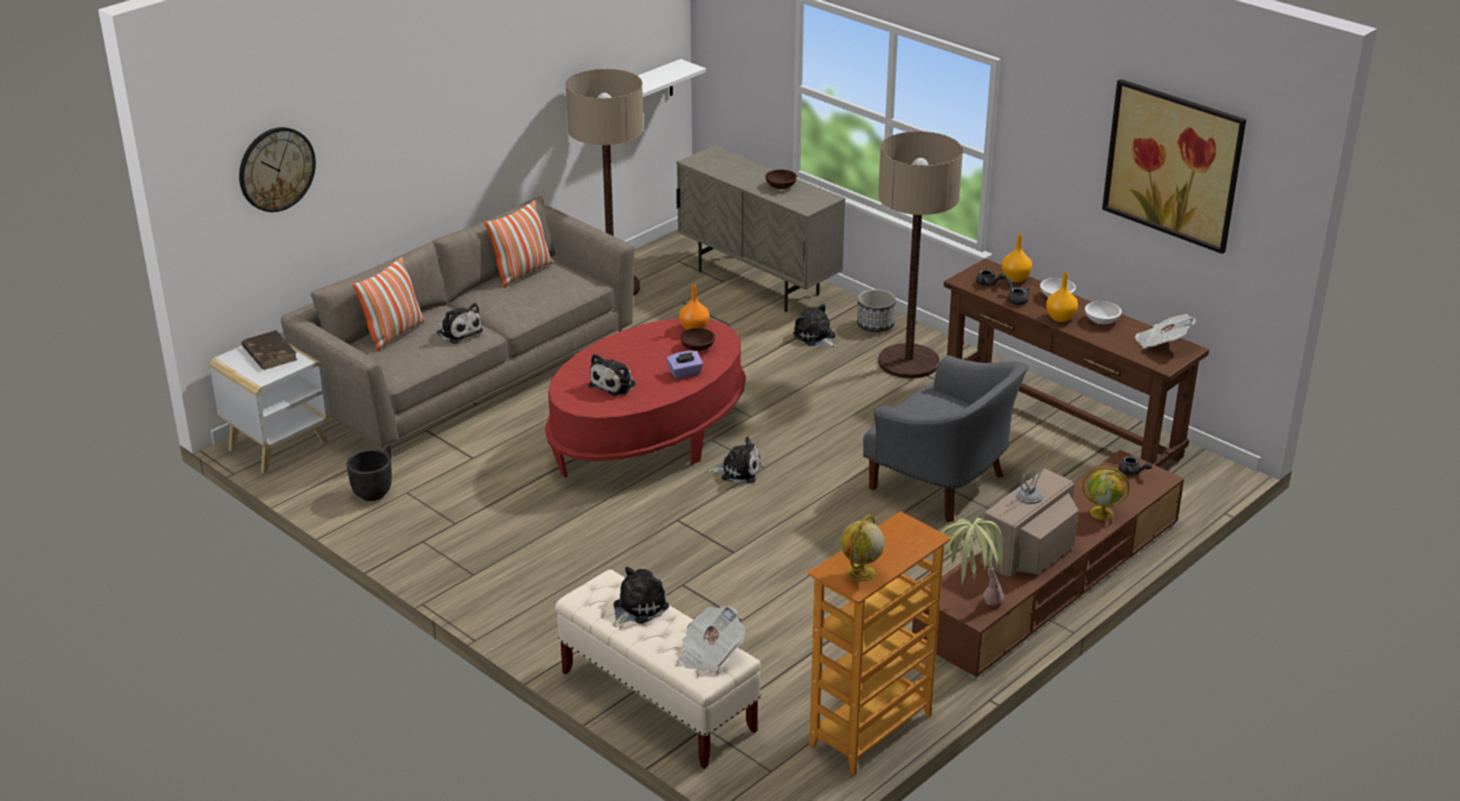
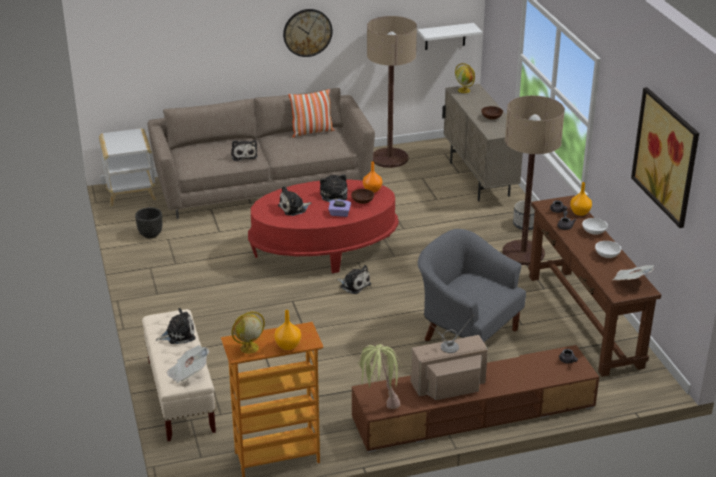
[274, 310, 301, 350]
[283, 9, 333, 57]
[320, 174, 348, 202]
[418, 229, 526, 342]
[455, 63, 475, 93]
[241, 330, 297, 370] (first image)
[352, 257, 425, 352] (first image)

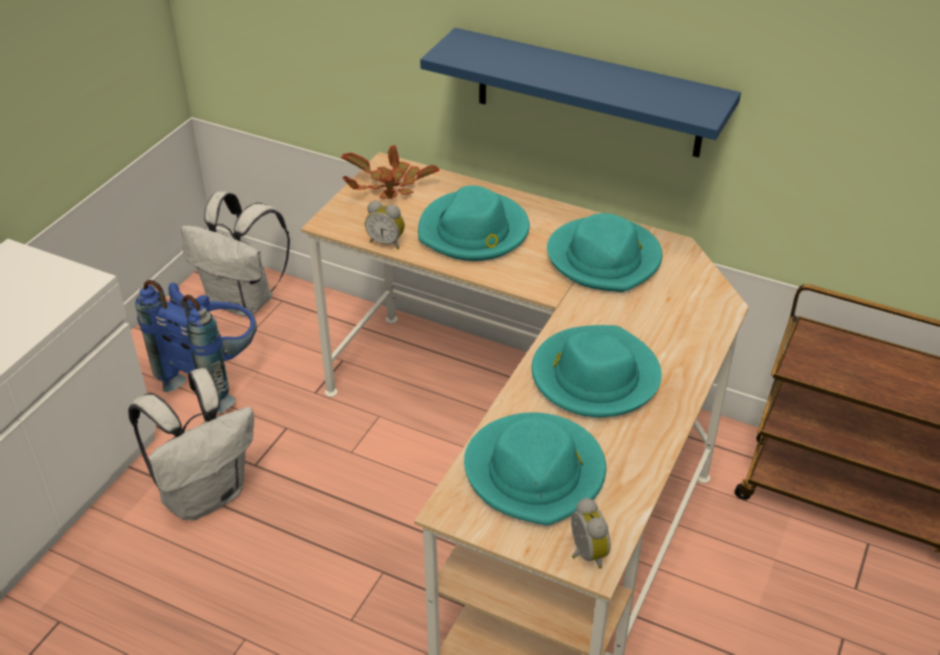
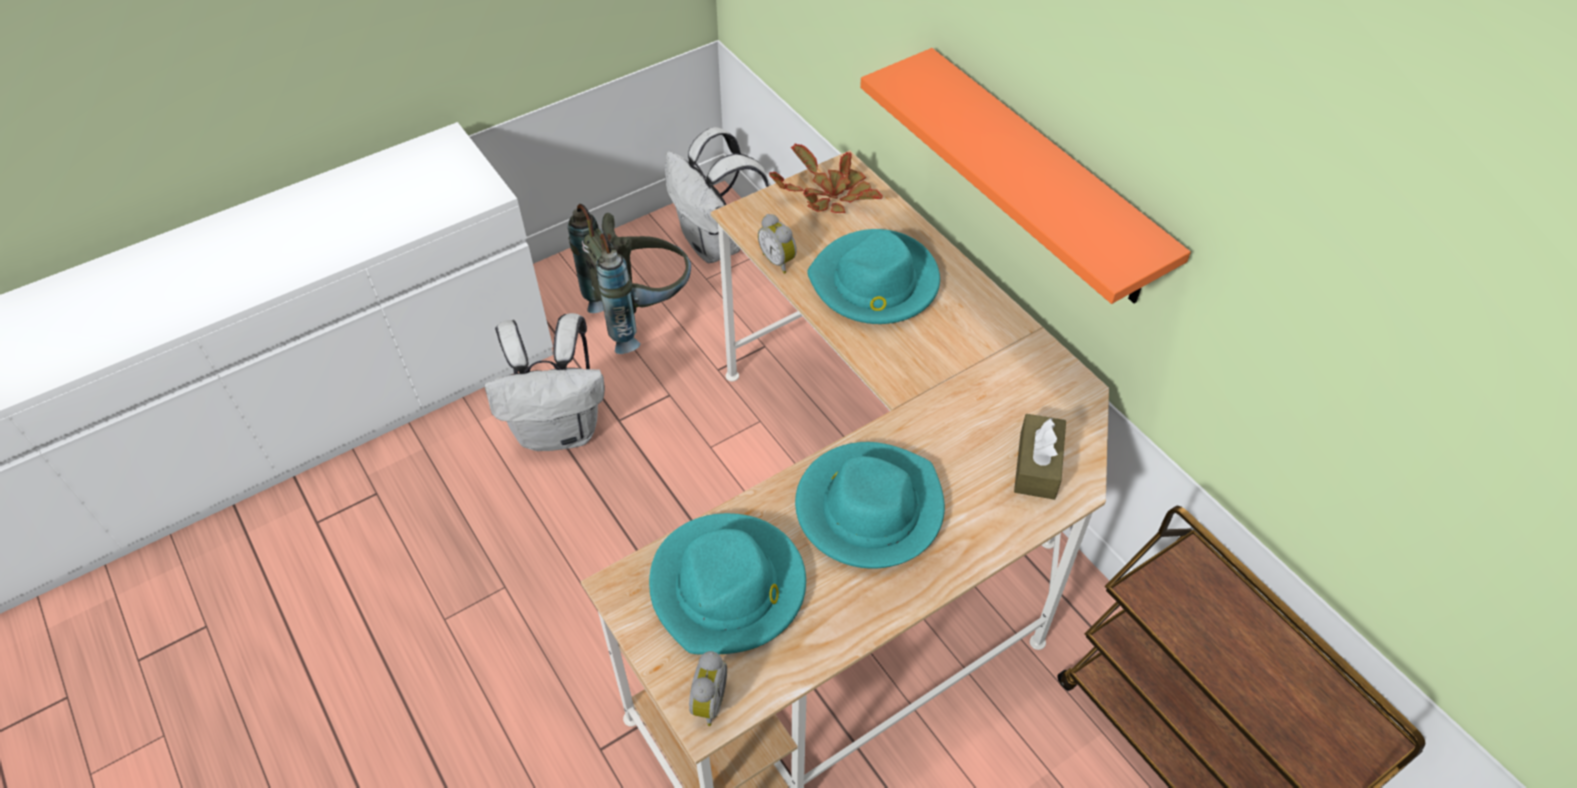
[568, 204, 691, 354]
[860, 48, 1191, 304]
[1014, 414, 1066, 500]
[547, 213, 662, 292] (first image)

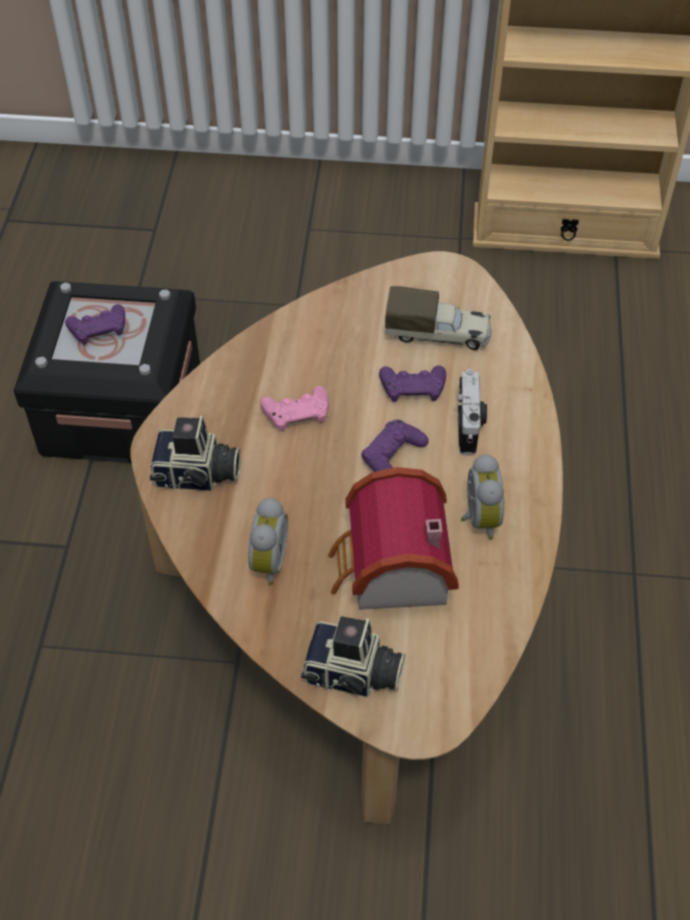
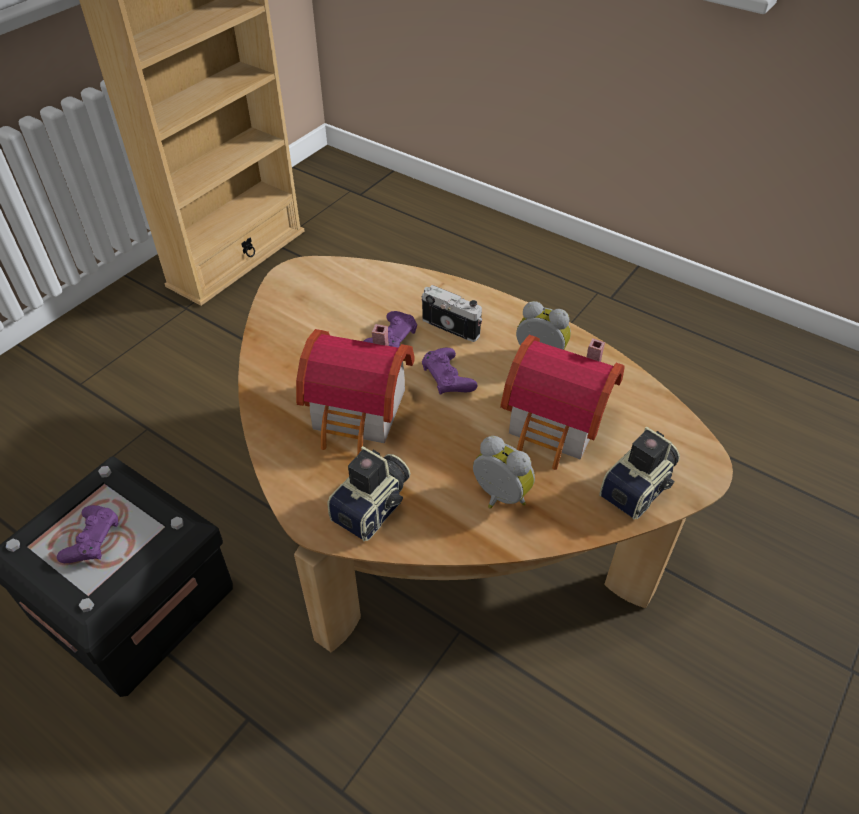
[296, 324, 415, 455]
[385, 286, 492, 350] (first image)

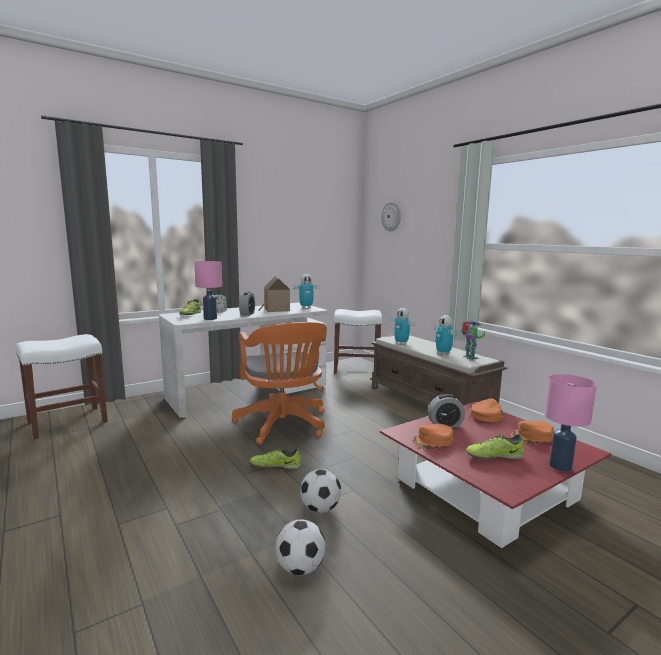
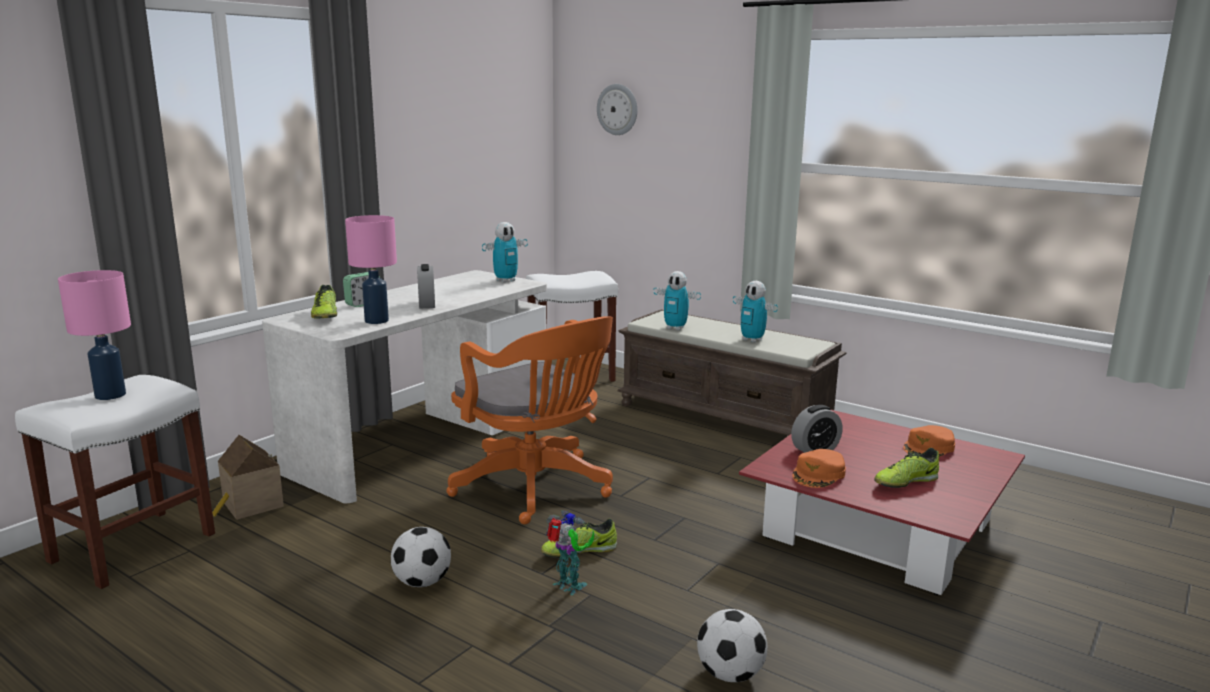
[58, 270, 131, 400]
[212, 435, 284, 520]
[391, 527, 451, 587]
[546, 510, 594, 595]
[470, 398, 504, 422] (first image)

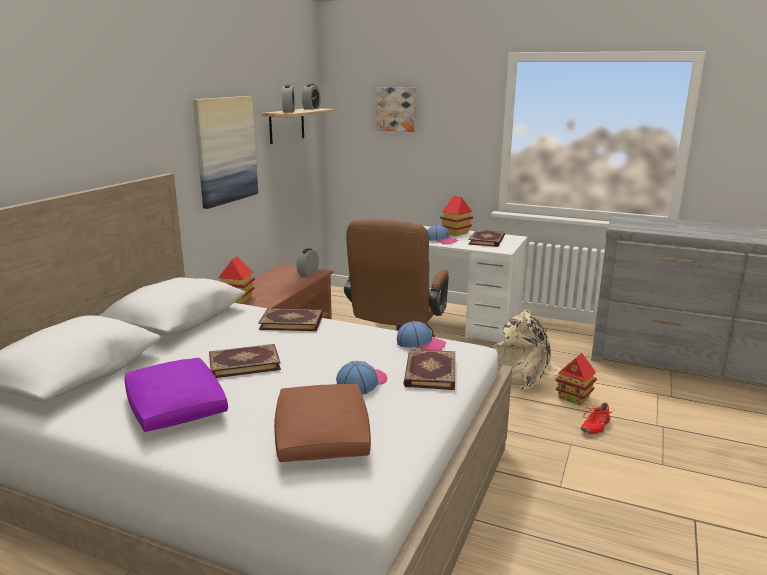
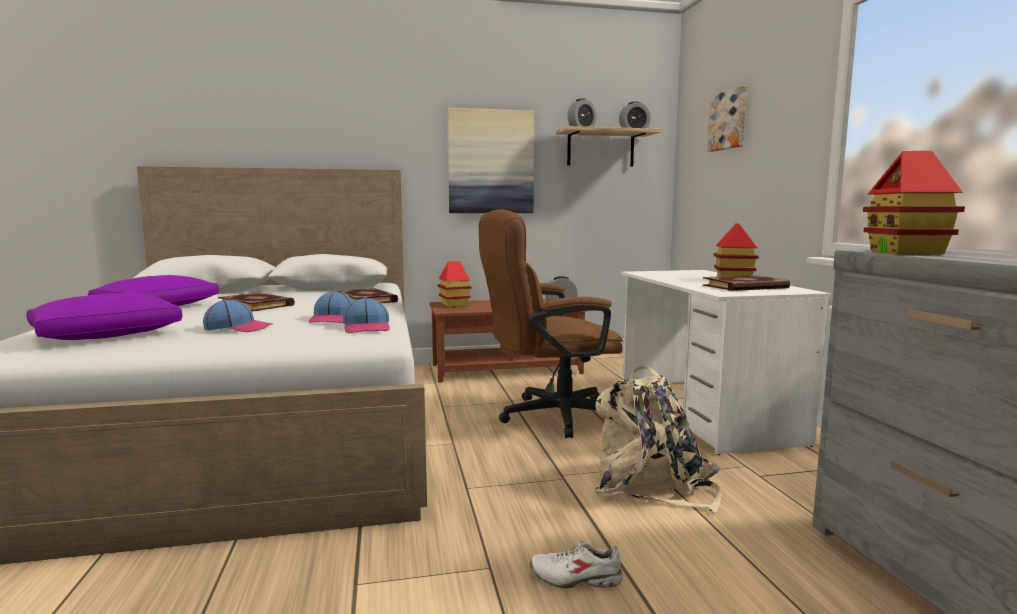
[26, 293, 182, 340]
[308, 291, 354, 323]
[530, 540, 623, 588]
[863, 151, 965, 254]
[404, 349, 455, 390] (first image)

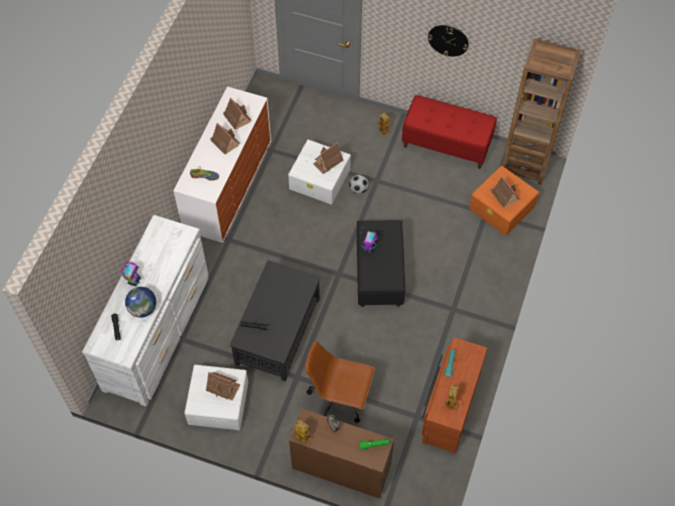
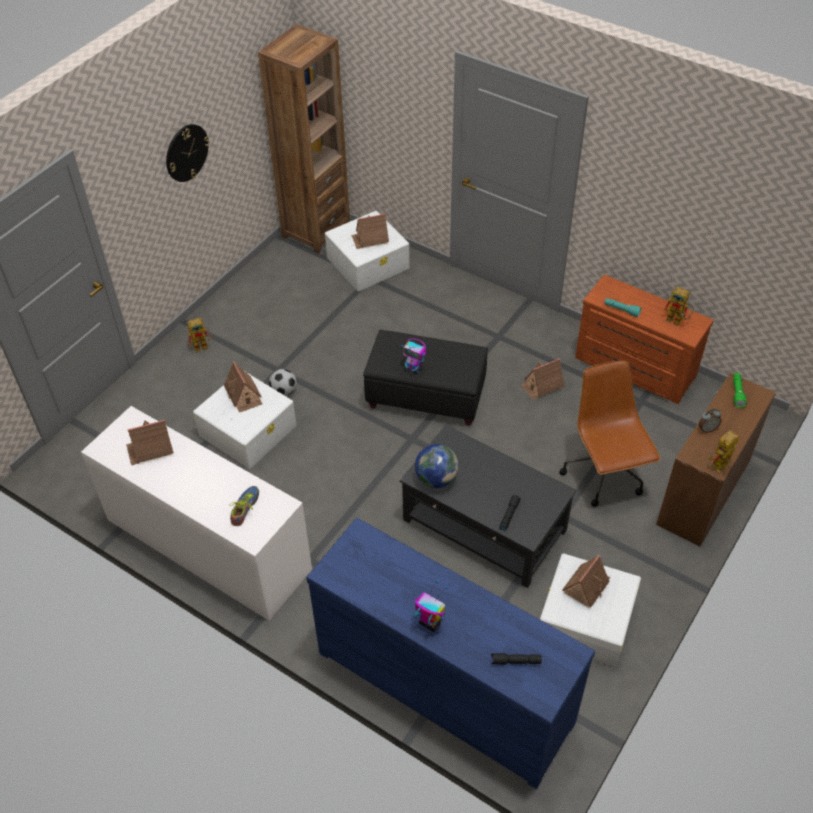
[306, 518, 595, 789]
[325, 211, 409, 292]
[415, 444, 459, 488]
[520, 358, 564, 400]
[559, 361, 661, 507]
[402, 95, 497, 169] (first image)

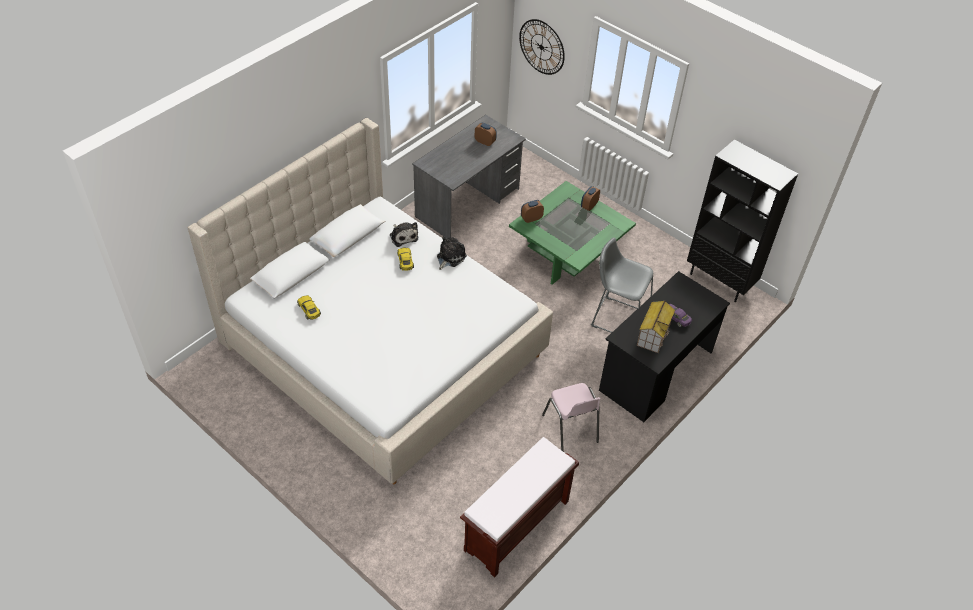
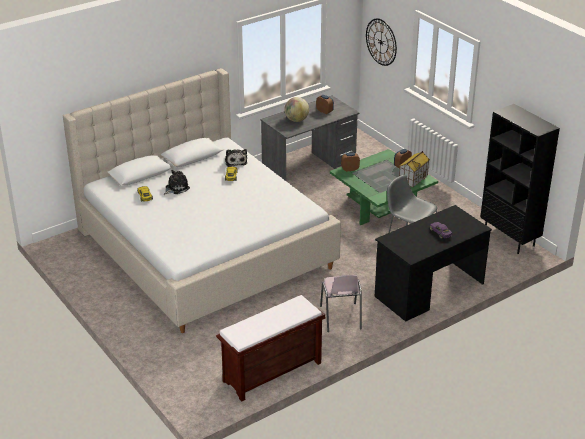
[164, 170, 190, 195]
[284, 97, 309, 122]
[399, 151, 430, 188]

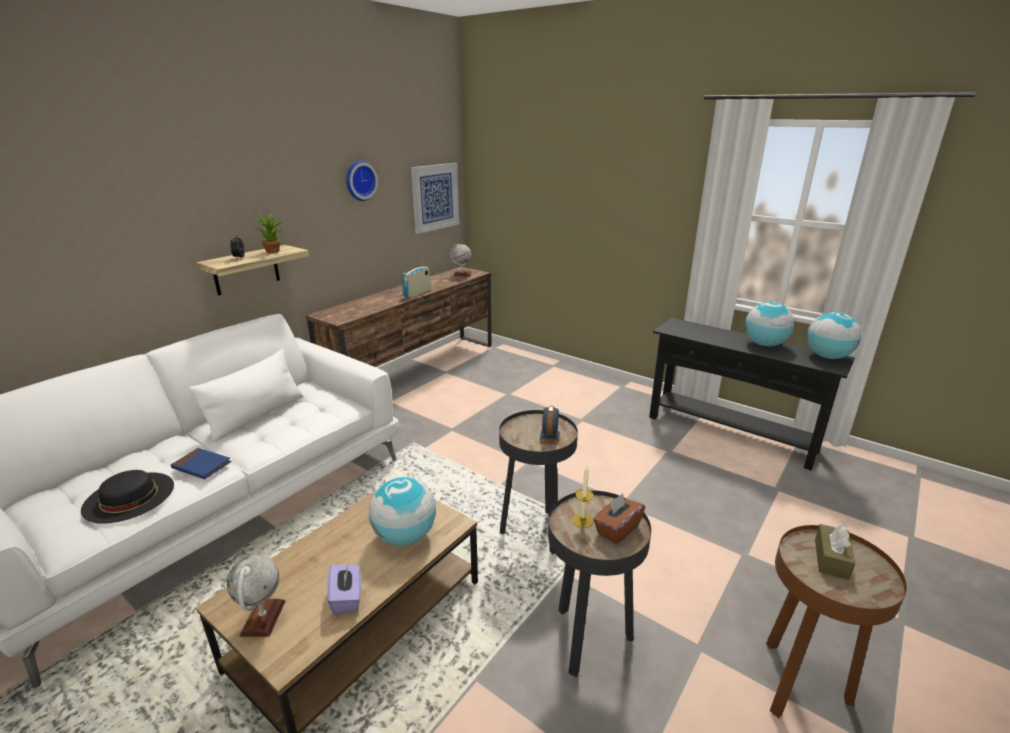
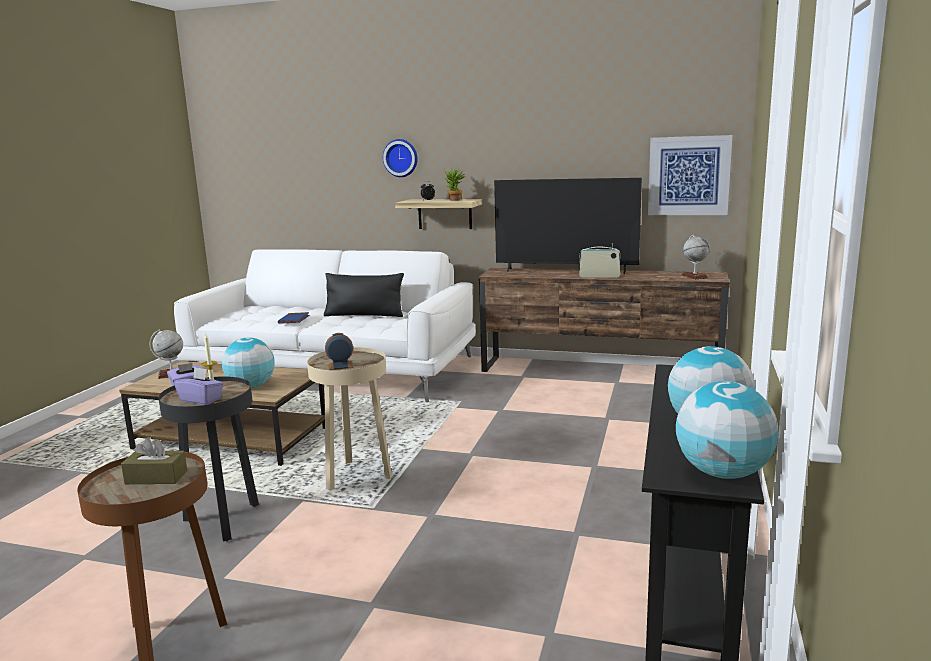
[174, 367, 224, 405]
[307, 347, 392, 491]
[324, 273, 404, 317]
[383, 139, 418, 177]
[494, 178, 642, 274]
[81, 470, 174, 524] (first image)

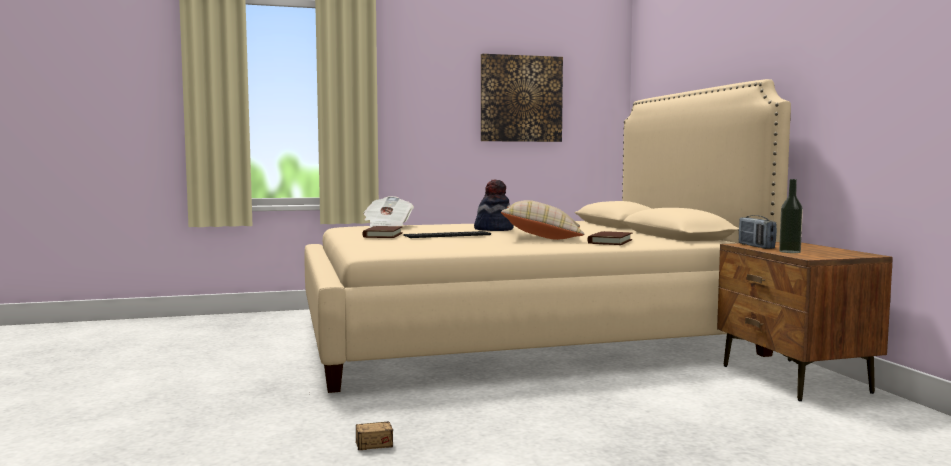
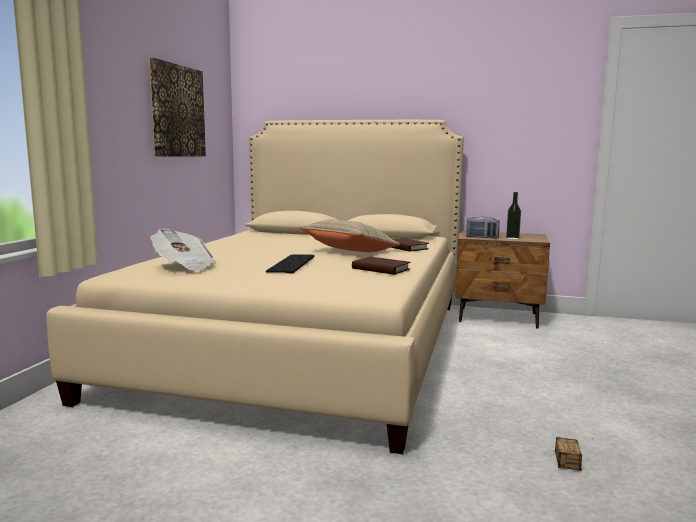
[352, 257, 411, 275]
[474, 180, 514, 231] (first image)

